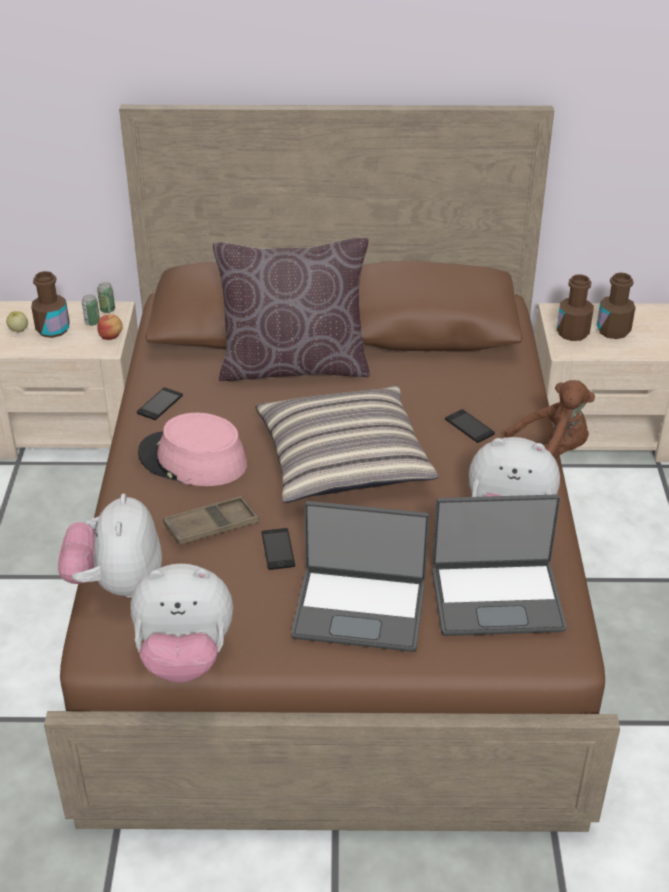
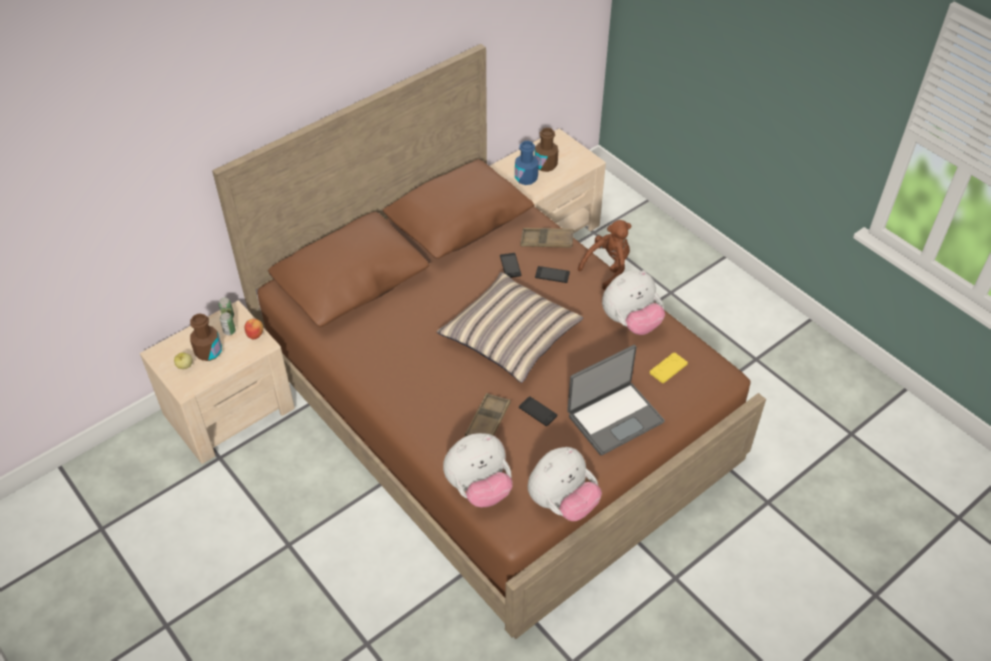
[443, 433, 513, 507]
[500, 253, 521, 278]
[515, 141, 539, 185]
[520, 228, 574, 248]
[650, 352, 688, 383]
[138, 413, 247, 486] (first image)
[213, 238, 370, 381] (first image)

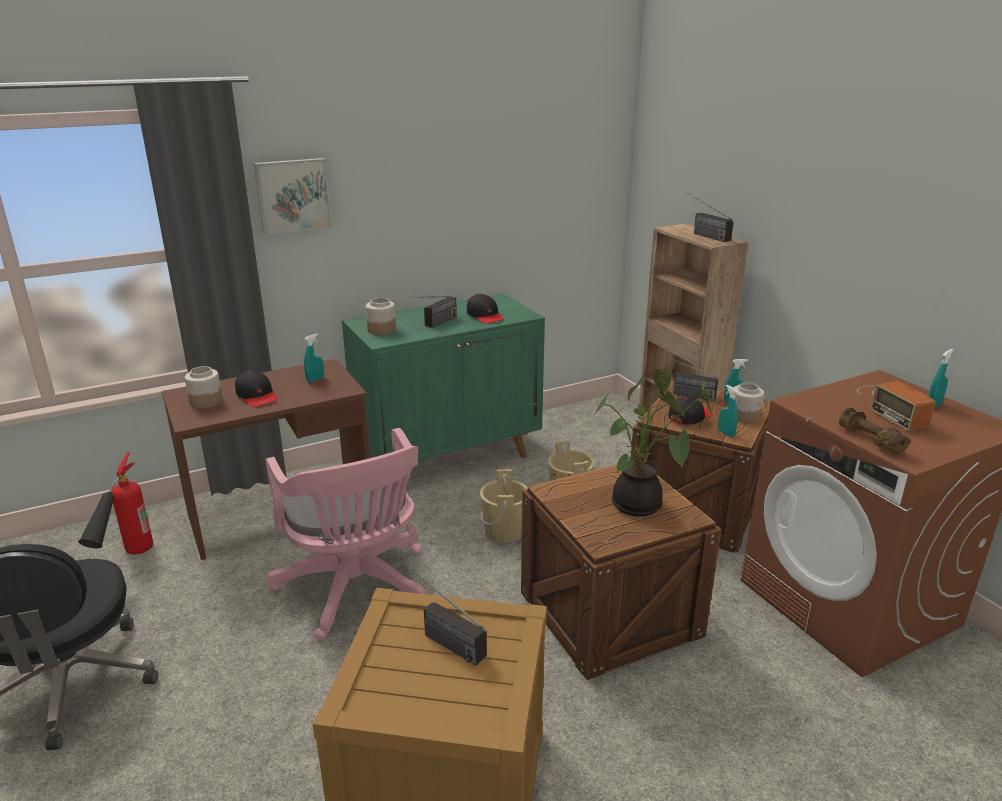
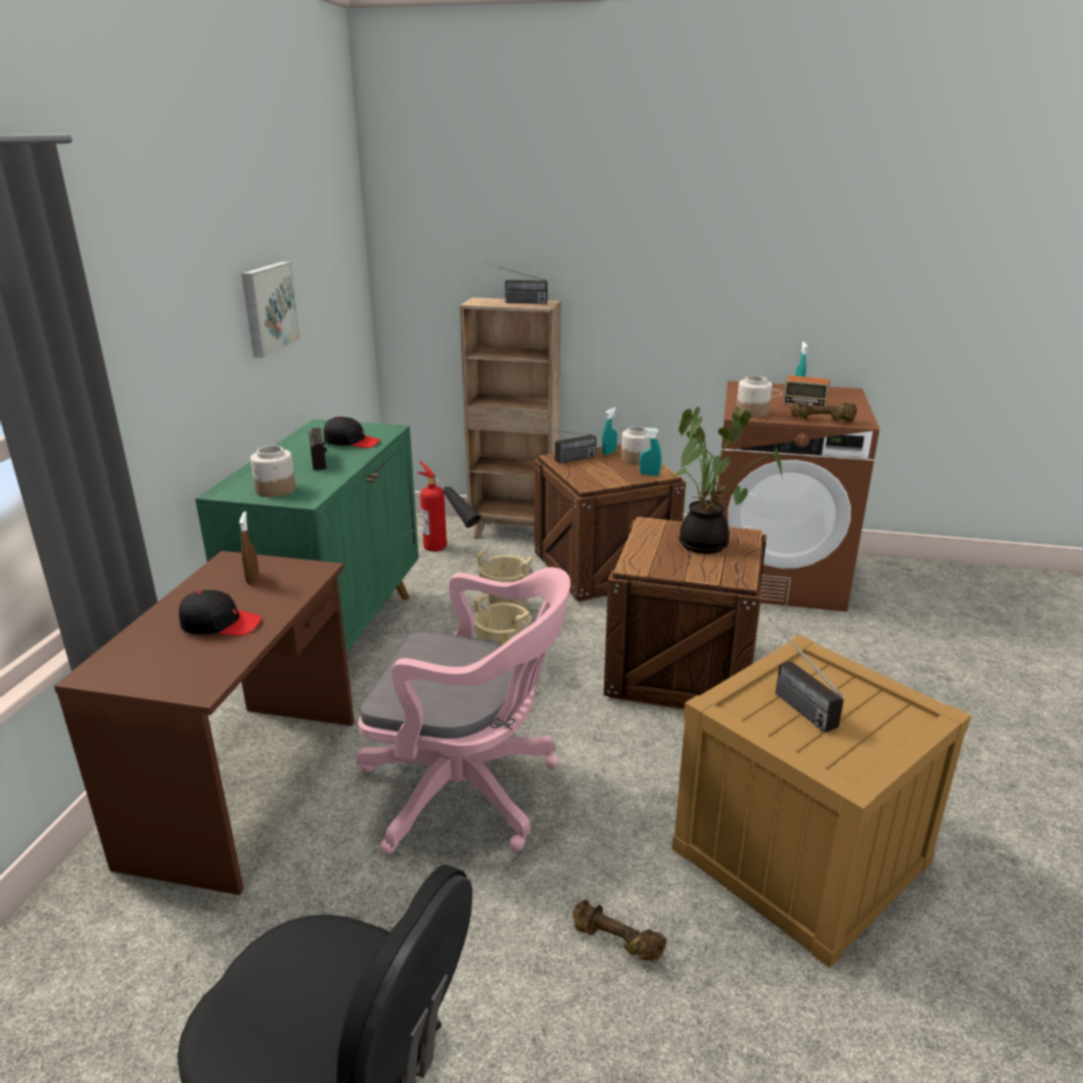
[239, 511, 259, 584]
[241, 262, 300, 358]
[417, 461, 481, 551]
[573, 899, 666, 961]
[737, 376, 772, 417]
[769, 618, 844, 733]
[668, 397, 712, 425] (first image)

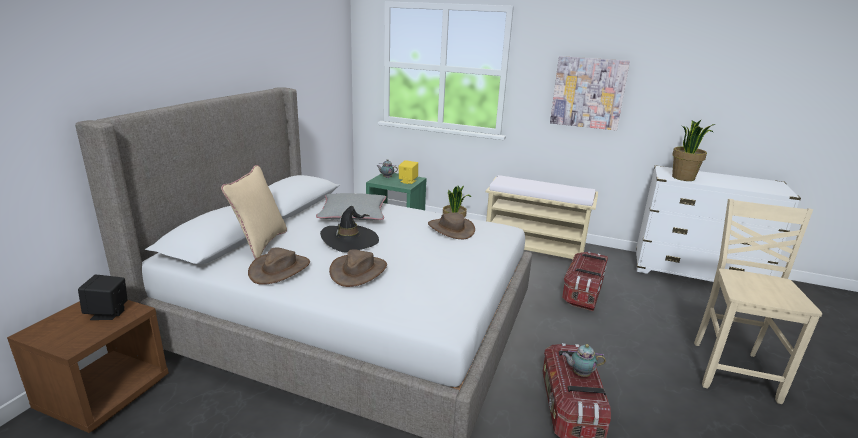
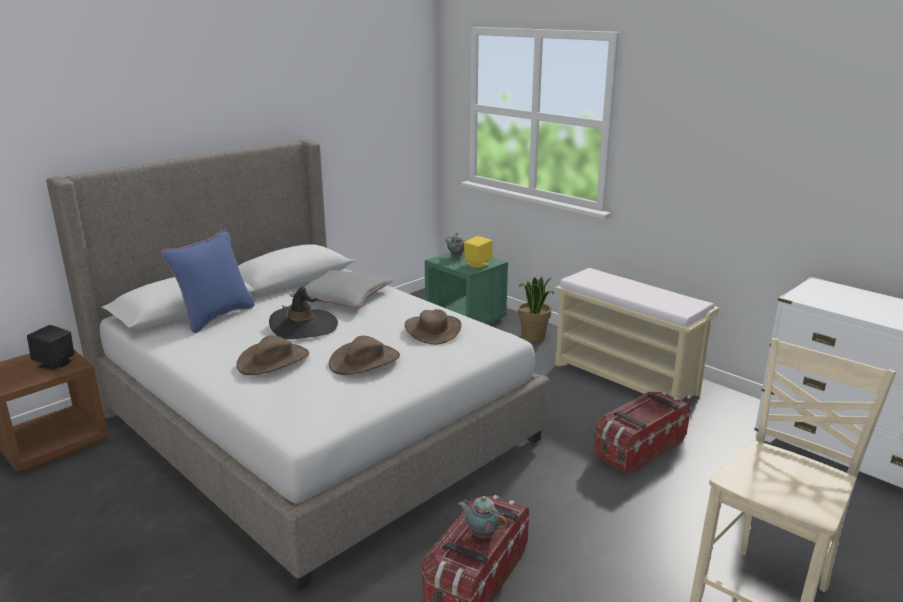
[161, 230, 255, 333]
[329, 336, 400, 375]
[550, 56, 630, 131] (first image)
[672, 120, 715, 181] (first image)

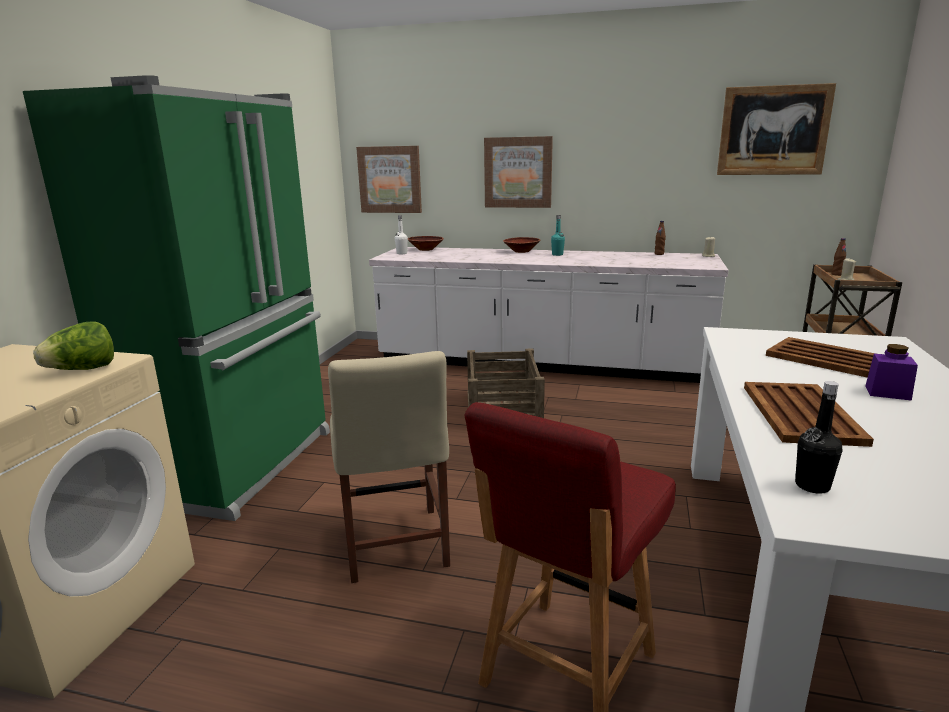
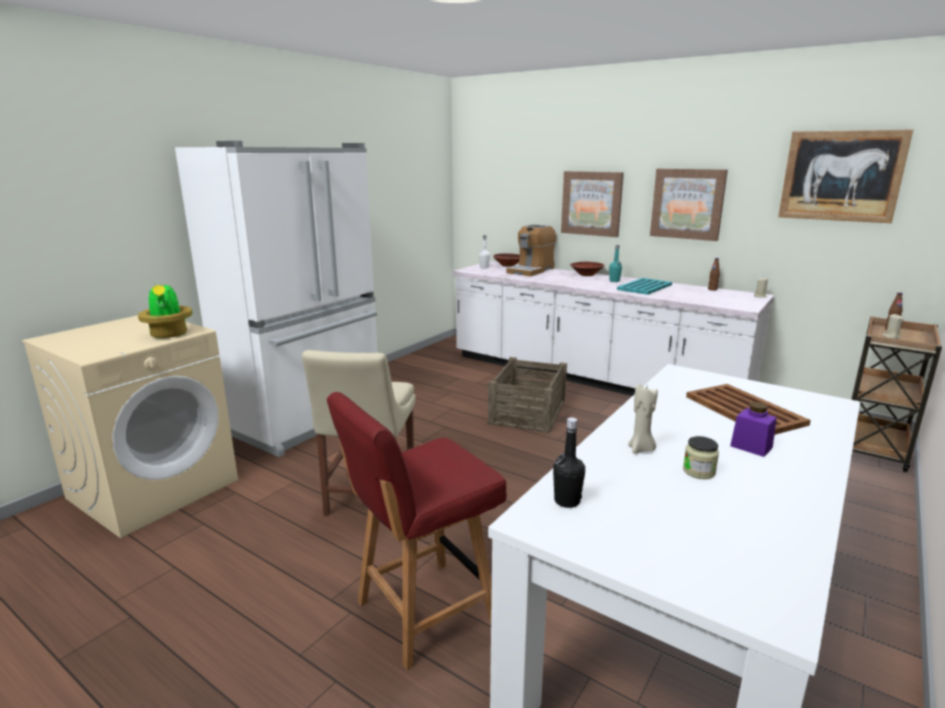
[138, 281, 193, 338]
[175, 141, 378, 457]
[506, 225, 556, 277]
[617, 278, 672, 295]
[628, 384, 658, 454]
[650, 169, 728, 241]
[683, 436, 719, 479]

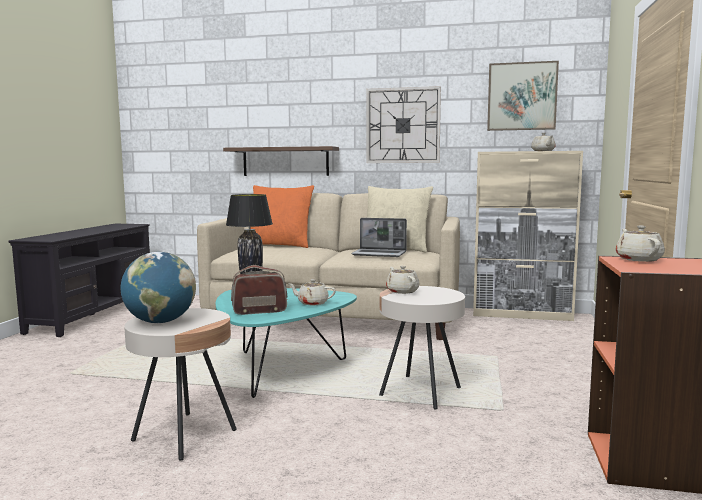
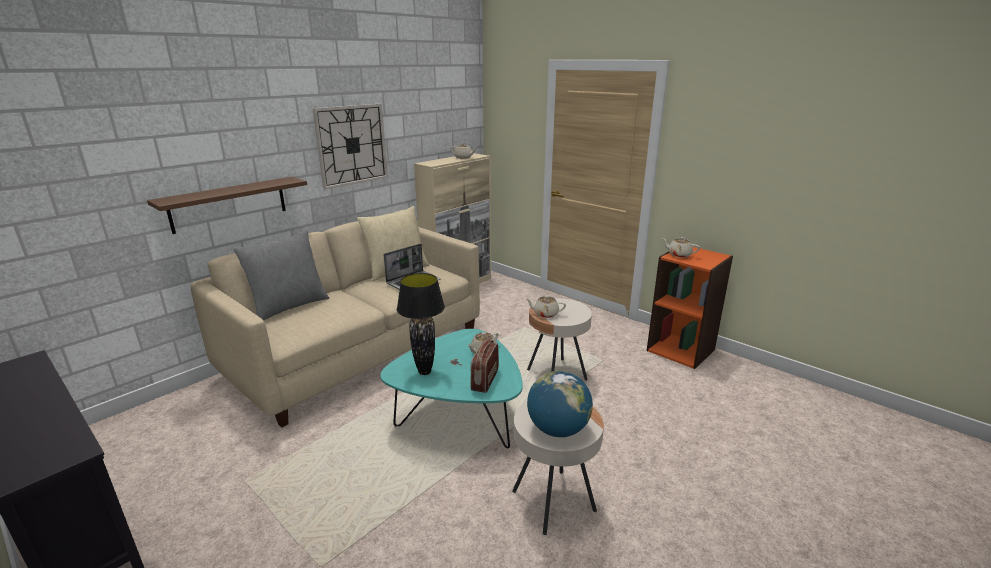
[233, 230, 329, 321]
[487, 61, 559, 131] (first image)

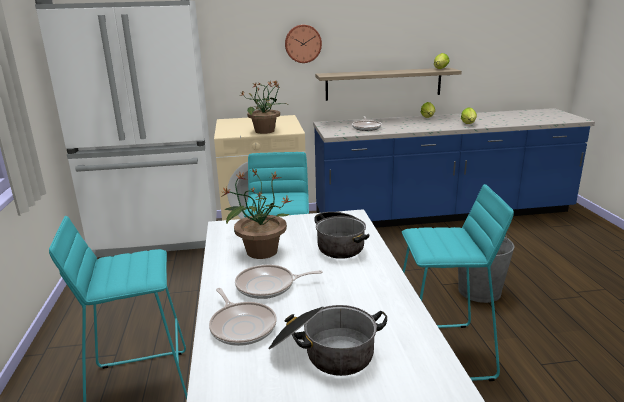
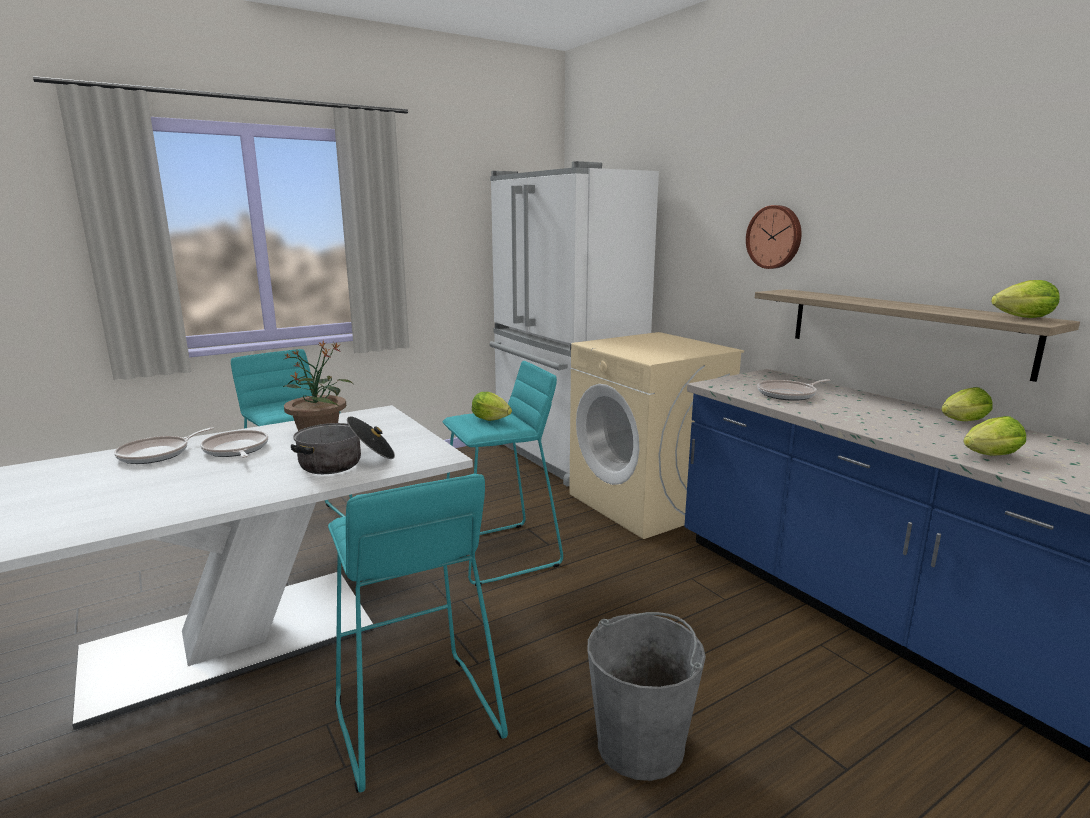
[472, 392, 512, 421]
[240, 81, 286, 134] (first image)
[268, 305, 387, 376] (first image)

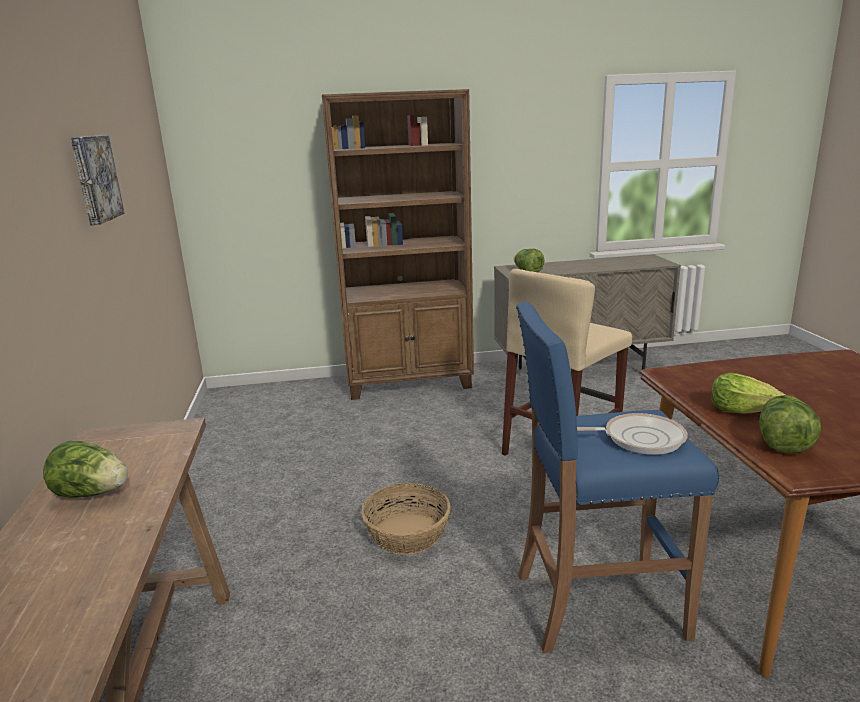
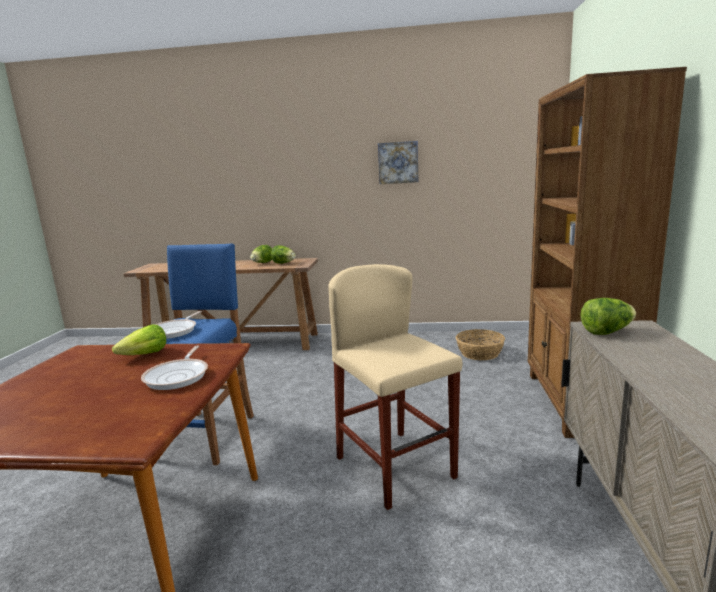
[141, 346, 208, 390]
[271, 245, 296, 264]
[456, 329, 505, 360]

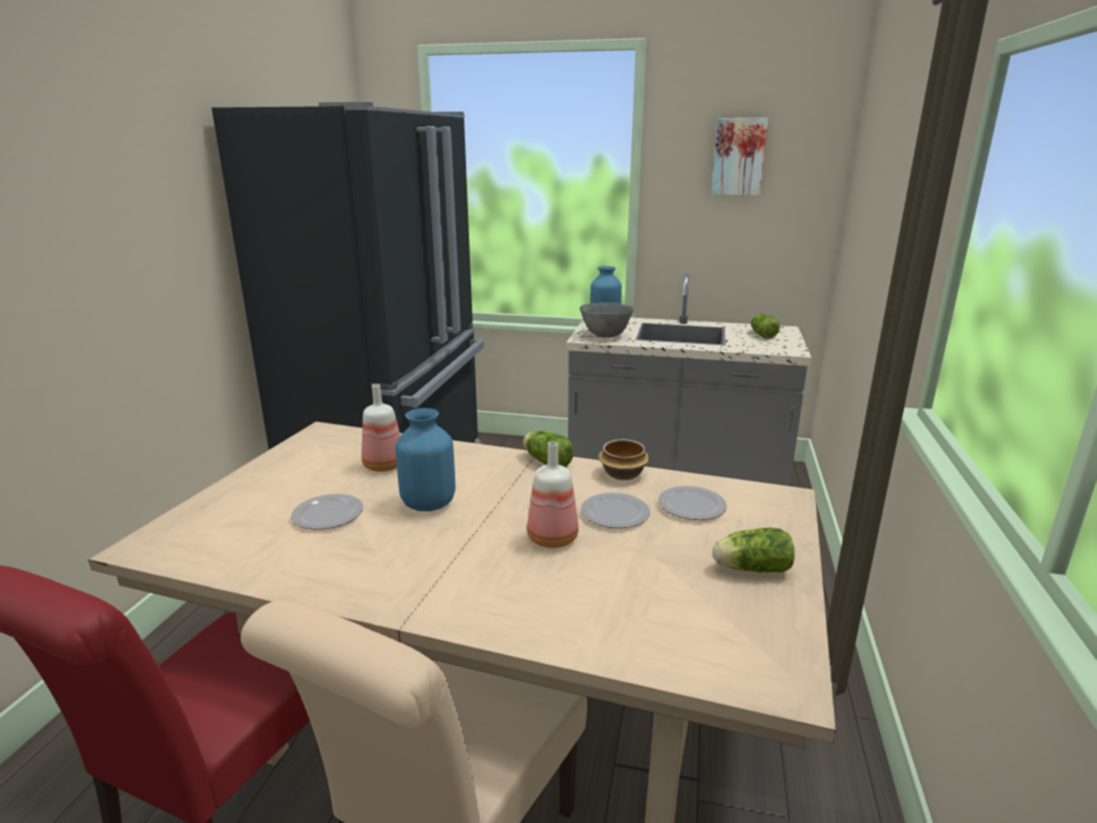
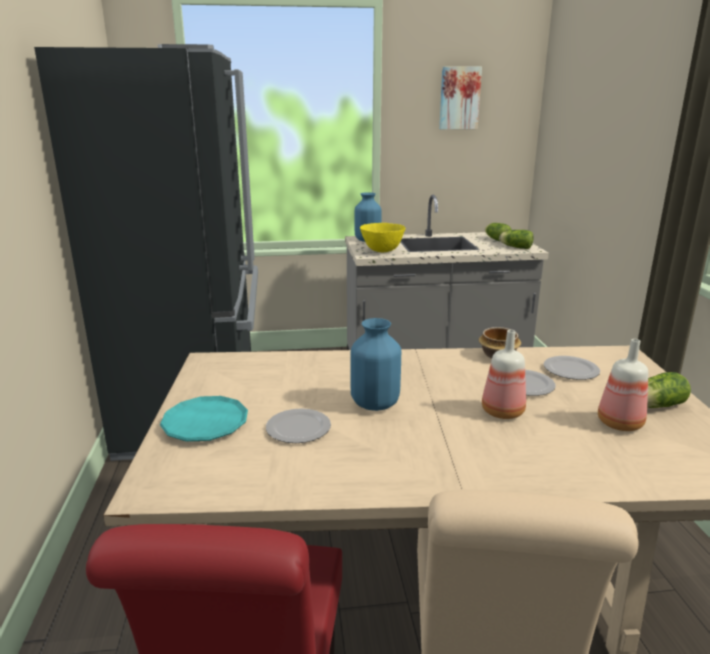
[160, 396, 248, 442]
[360, 223, 405, 252]
[499, 230, 534, 249]
[598, 339, 648, 431]

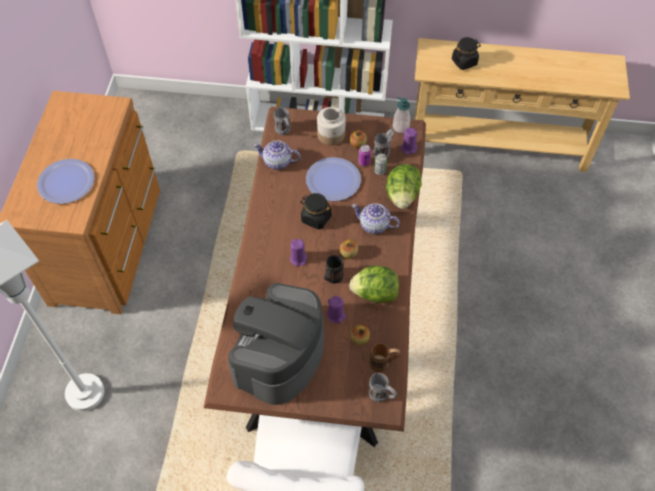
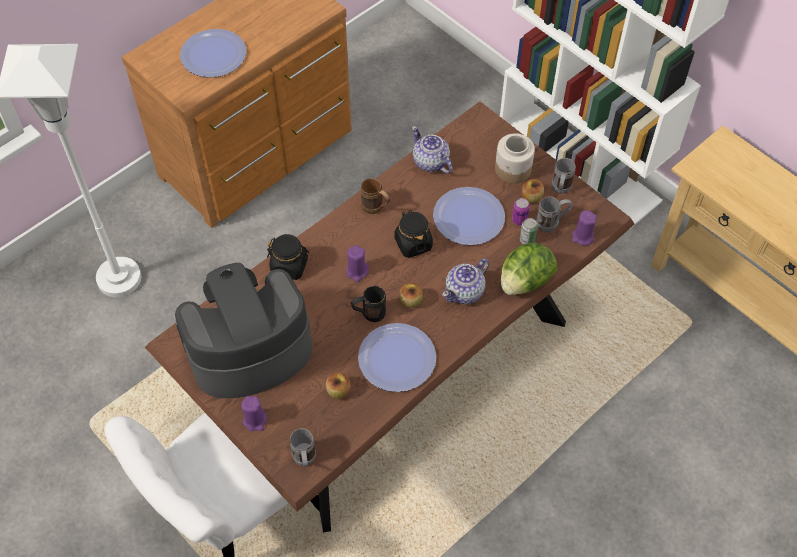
[241, 396, 267, 431]
[267, 234, 309, 280]
[358, 323, 436, 392]
[361, 178, 390, 214]
[442, 258, 489, 304]
[552, 158, 576, 194]
[393, 97, 410, 133] (first image)

